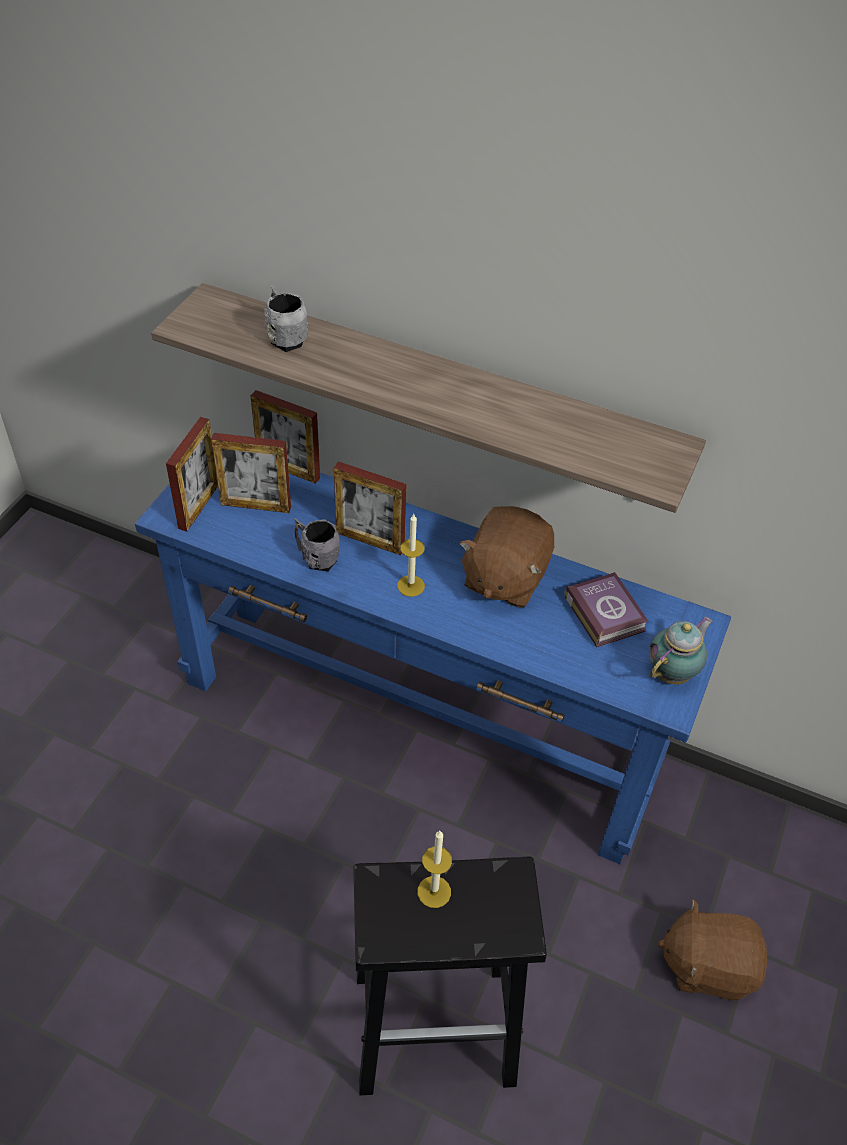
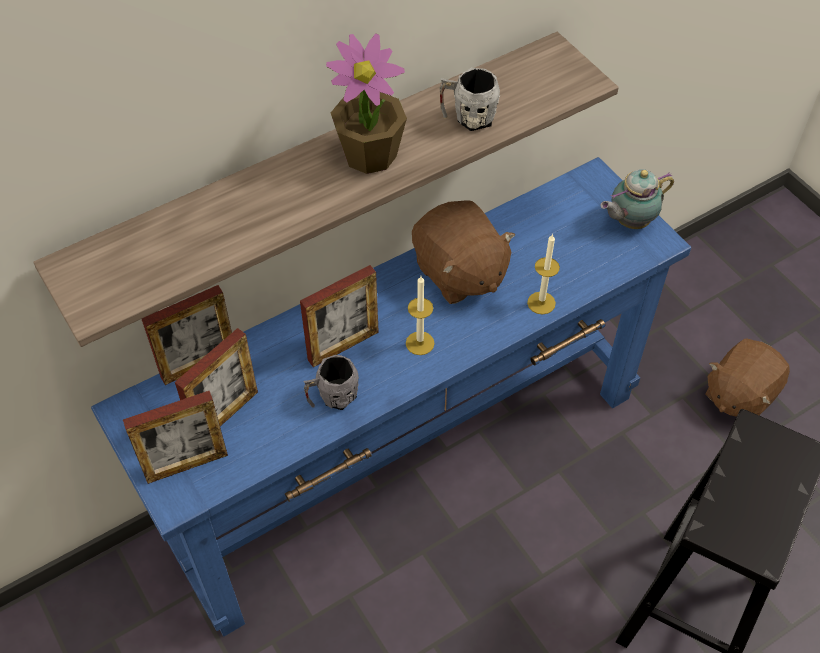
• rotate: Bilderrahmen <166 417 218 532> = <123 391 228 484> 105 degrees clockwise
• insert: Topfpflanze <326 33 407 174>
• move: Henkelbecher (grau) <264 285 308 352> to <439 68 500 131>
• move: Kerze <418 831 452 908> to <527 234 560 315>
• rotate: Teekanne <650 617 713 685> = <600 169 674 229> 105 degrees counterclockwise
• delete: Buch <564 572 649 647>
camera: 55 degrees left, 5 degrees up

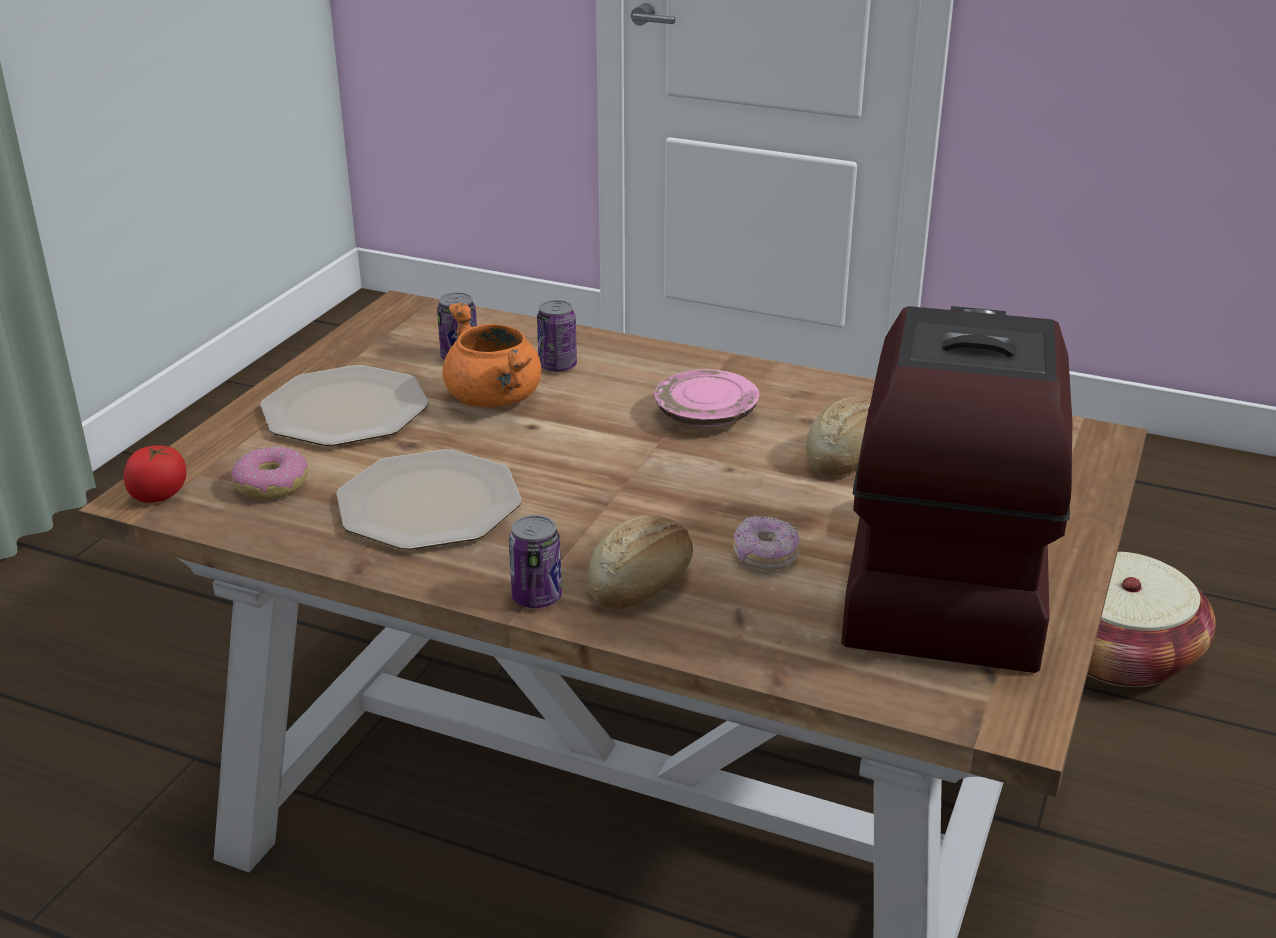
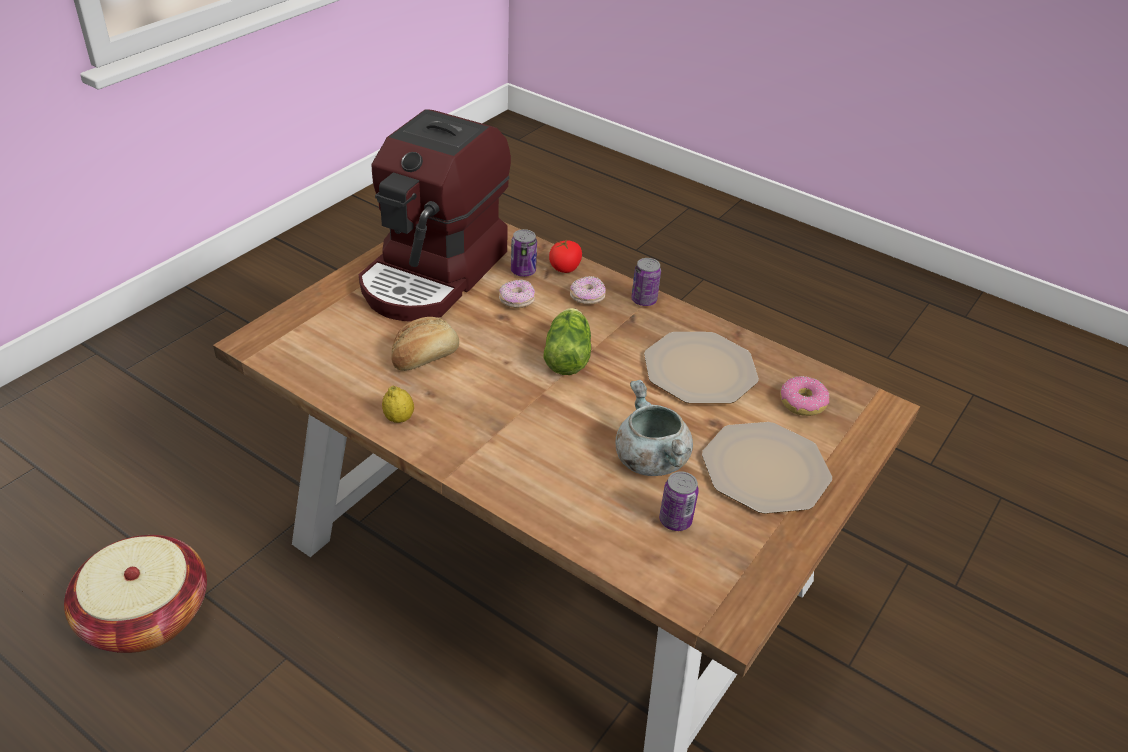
• insert: Zitrone <382 386 414 423>
• move: Dose <537 300 577 372> to <511 229 537 277>
• insert: Salatkopf <544 308 591 375>
• move: Tomate <124 445 186 503> to <549 240 582 273>
• replace: Brot <588 515 693 609> to Donut <570 276 606 305>
• recolor: Kochtopf (orange) <442 303 541 407> to Kochtopf (grau) <616 380 693 476>
• delete: Teller (rosa) <654 369 759 427>
camera: 170 degrees left, 10 degrees up

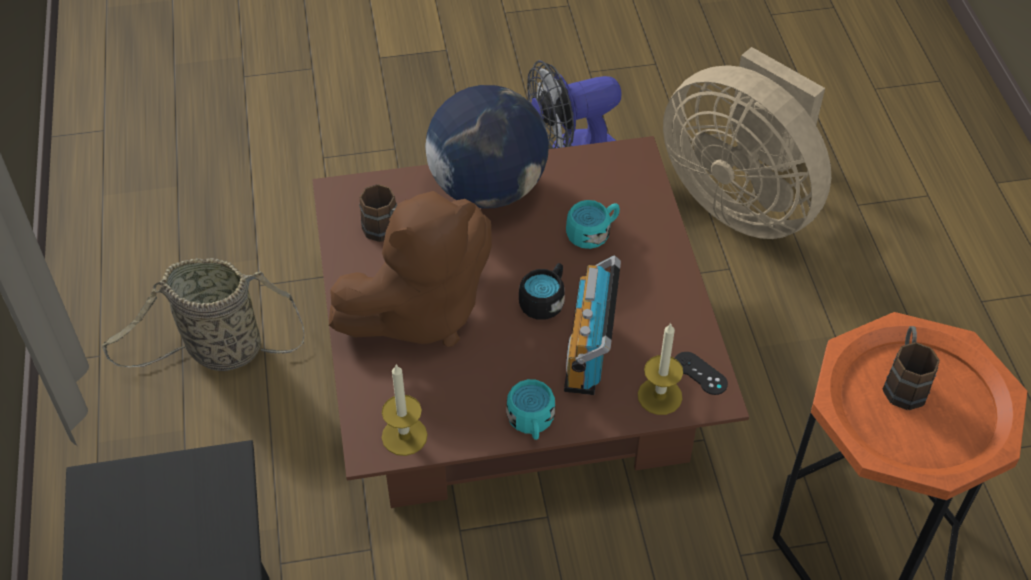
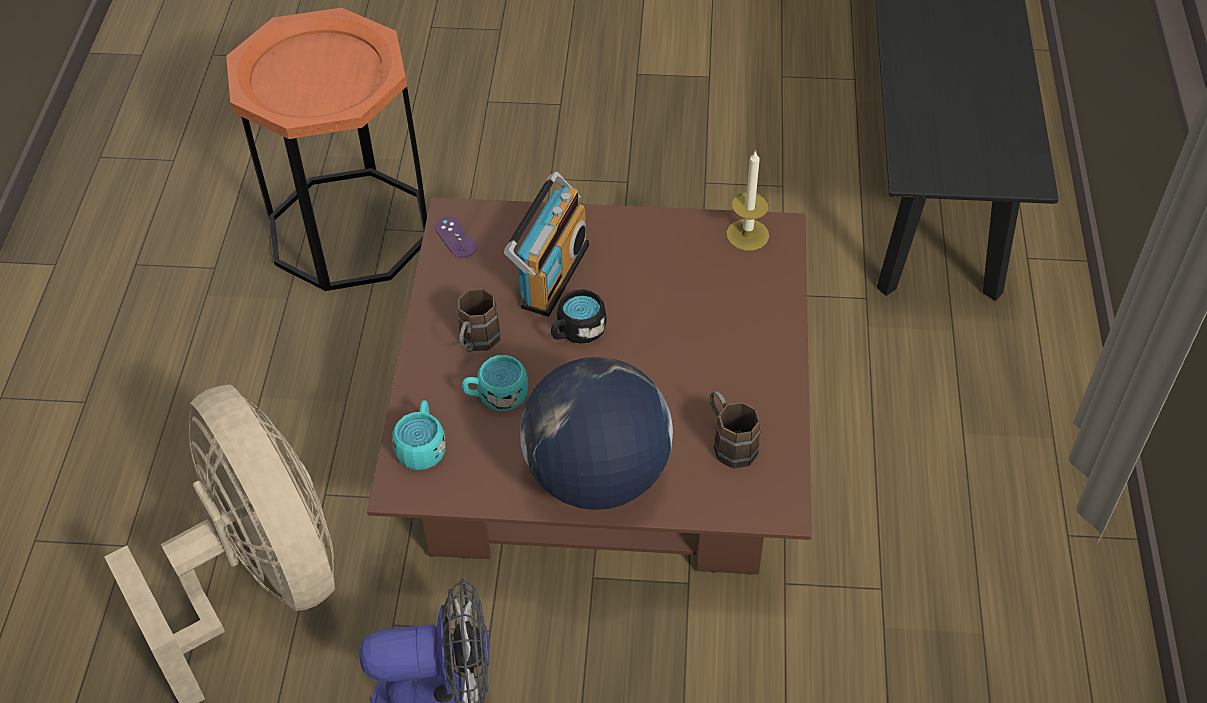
• move: Henkelbecher (türkis) <506 379 555 440> to <393 400 446 470>
• recolor: Gamepad (schwarz) <675 352 728 395> to Gamepad (lila) <435 217 477 258>
• move: Henkelbecher (braun) <883 326 940 410> to <457 288 500 352>
• delete: Korb <102 258 305 371>
• delete: Plüschtier (braun) <329 191 492 347>
• delete: Kerze <638 323 683 415>
camera: 165 degrees left, 0 degrees up

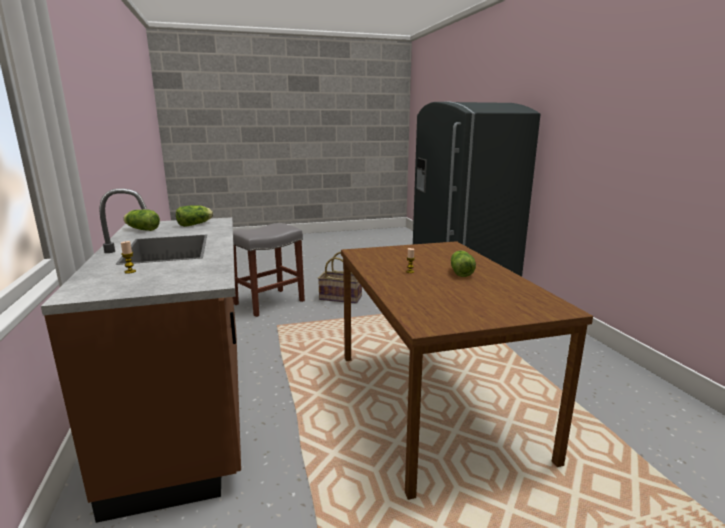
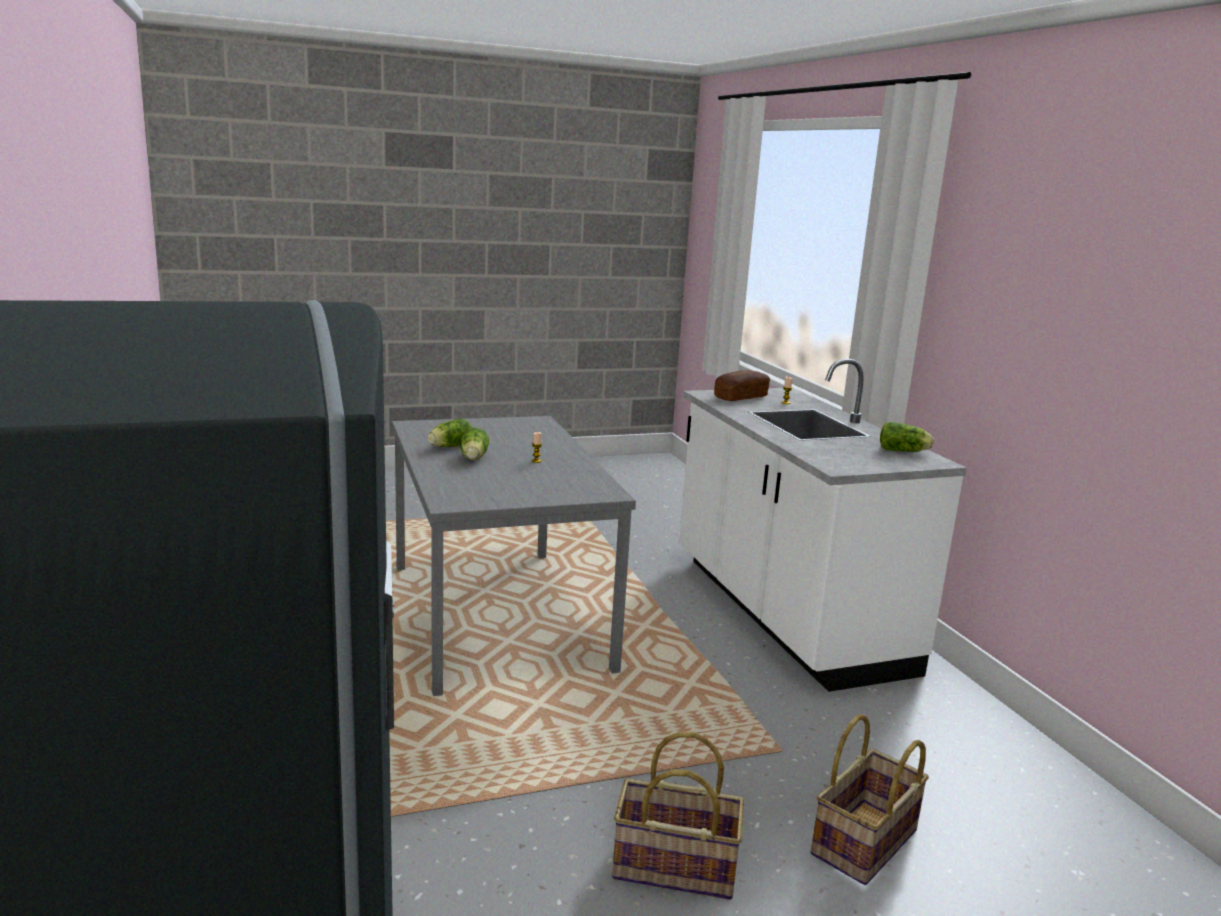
• recolor: Esstisch (braun) <341 241 593 500> to Esstisch (grau) <392 416 636 696>
• move: Salatkopf <176 205 213 227> to <428 419 473 447>
• recolor: Küchenzeile (braun) <41 188 241 523> to Küchenzeile (weiß) <679 359 967 692>
• insert: Brot <714 371 770 401>
• replace: Hocker (grau) <233 223 305 317> to Korb <811 714 929 885>
camera: 175 degrees right, 0 degrees up

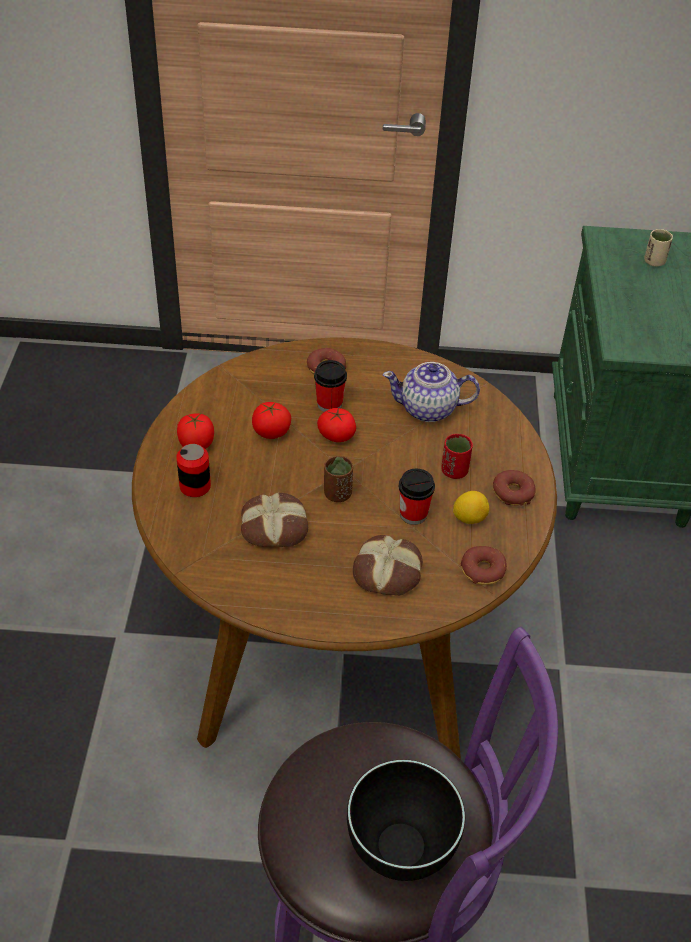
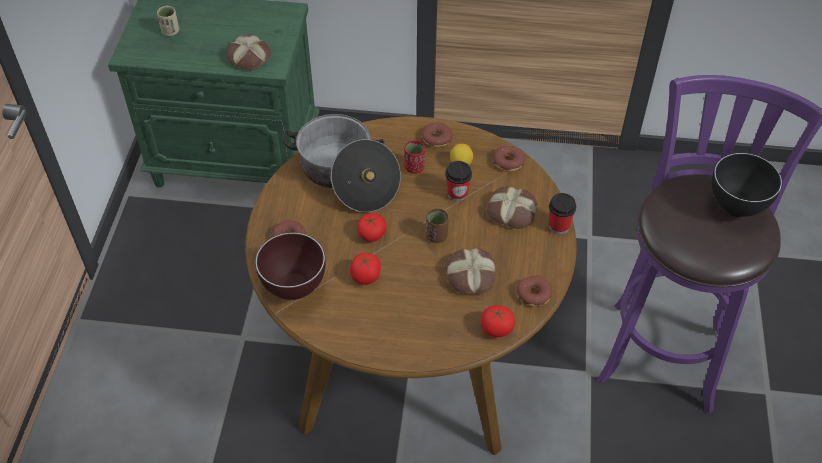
• insert: Brot <226 34 271 70>
• insert: Schüssel (braun) <255 233 326 300>
• replace: Teekanne <383 362 480 422> to Kochtopf <282 114 401 212>
• move: Tomate <177 413 214 449> to <481 305 515 337>
• insert: Donut <517 276 553 307>
• move: Tasse <314 360 347 412> to <549 193 576 234>
• delete: Dose <176 444 211 497>
camera: 85 degrees left, 5 degrees up

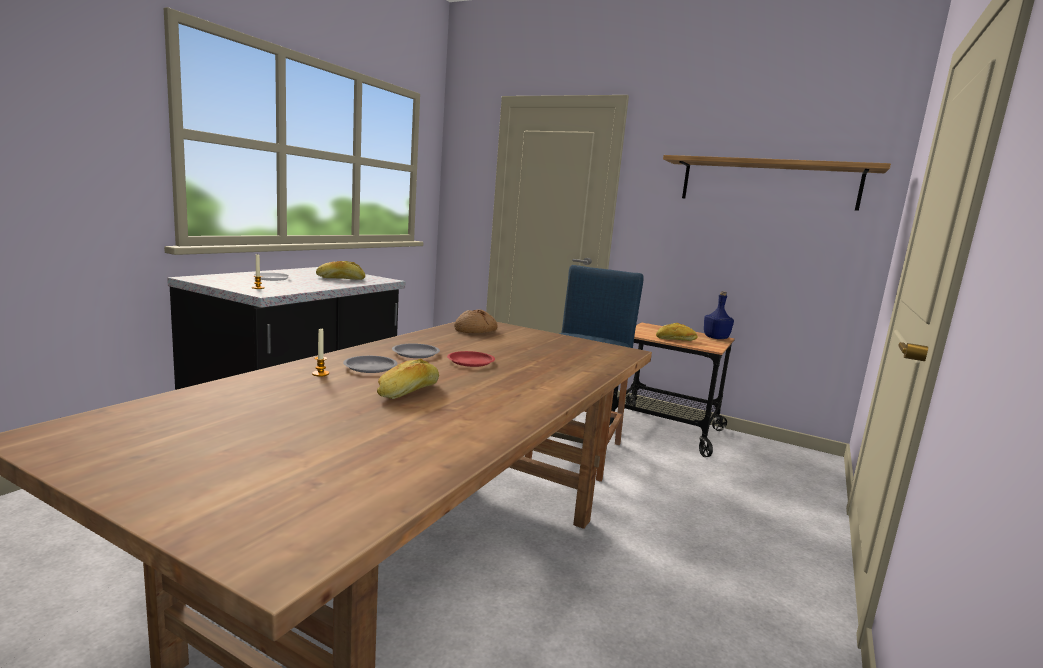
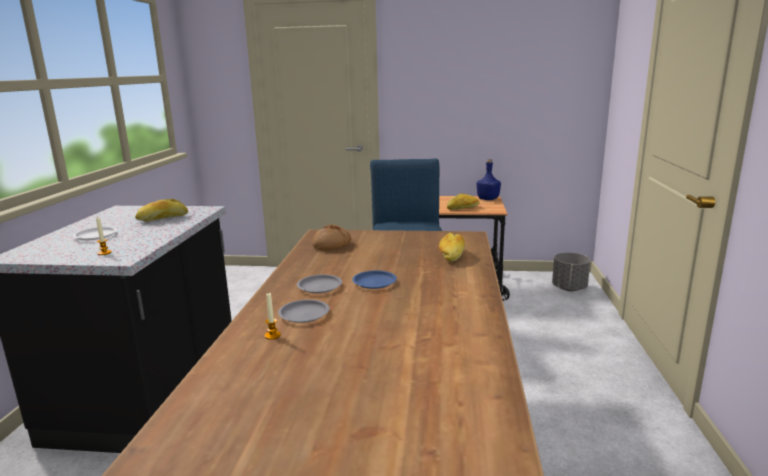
• recolor: Teller (rot) <447 351 495 367> to Teller (blau) <352 270 397 289>
• move: Brot <377 359 439 399> to <439 233 465 262>
• insert: Pflanzkübel (grau) <552 252 590 291>
• delete: Wandregal <663 155 891 211>
camera: 20 degrees left, 5 degrees up

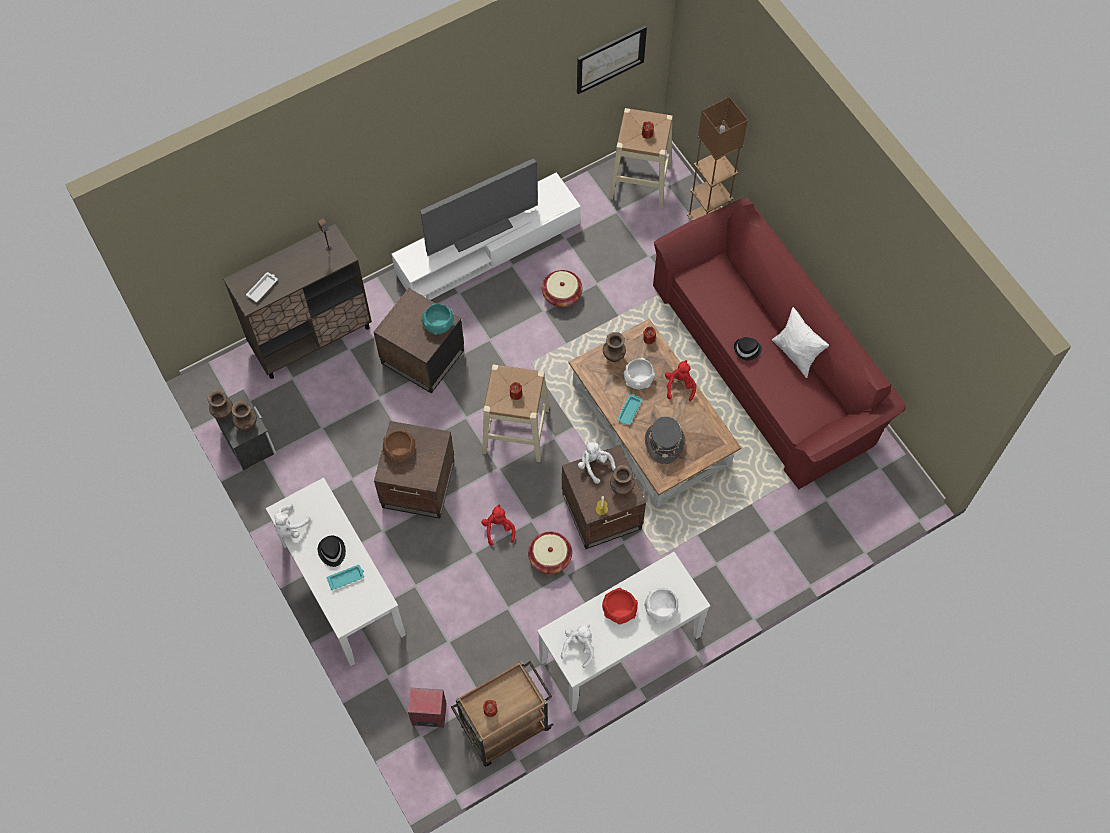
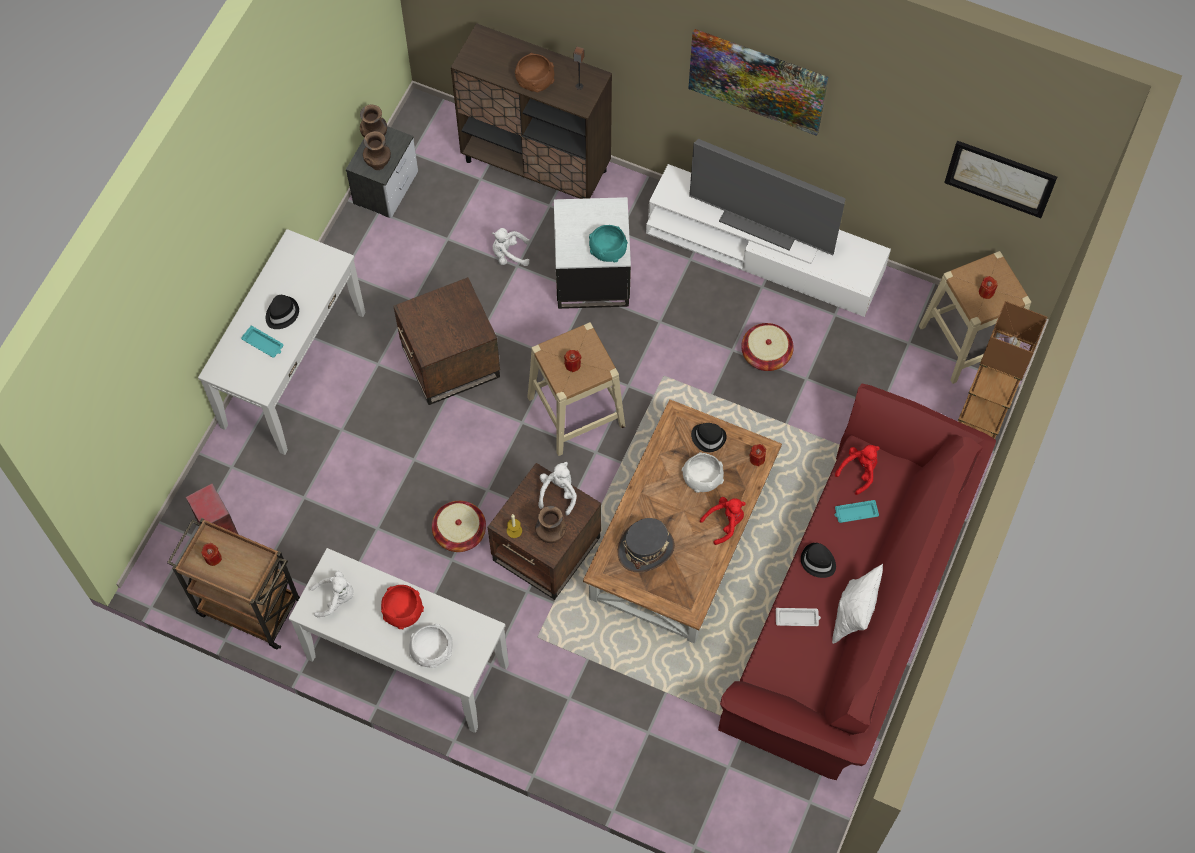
• move: Plüschtier (weiß) <273 504 311 538> to <492 228 530 266>
• move: Schüssel (braun) <382 429 415 462> to <515 53 555 92>
• recolor: Beistelltisch (braun) <374 288 464 393> to Beistelltisch (weiß) <554 197 631 309>
• insert: Bild <688 29 828 136>
• replace: Vase (braun) <603 332 626 362> to Hut (schwarz) <691 423 727 452>
• move: Tablett (weiß) <246 272 278 302> to <776 608 821 626>
• move: Tablett (türkis) <617 394 643 425> to <834 500 879 523>
• move: Plüschtier (rot) <481 504 516 546> to <835 445 880 495>
camera: 55 degrees right, 0 degrees up

